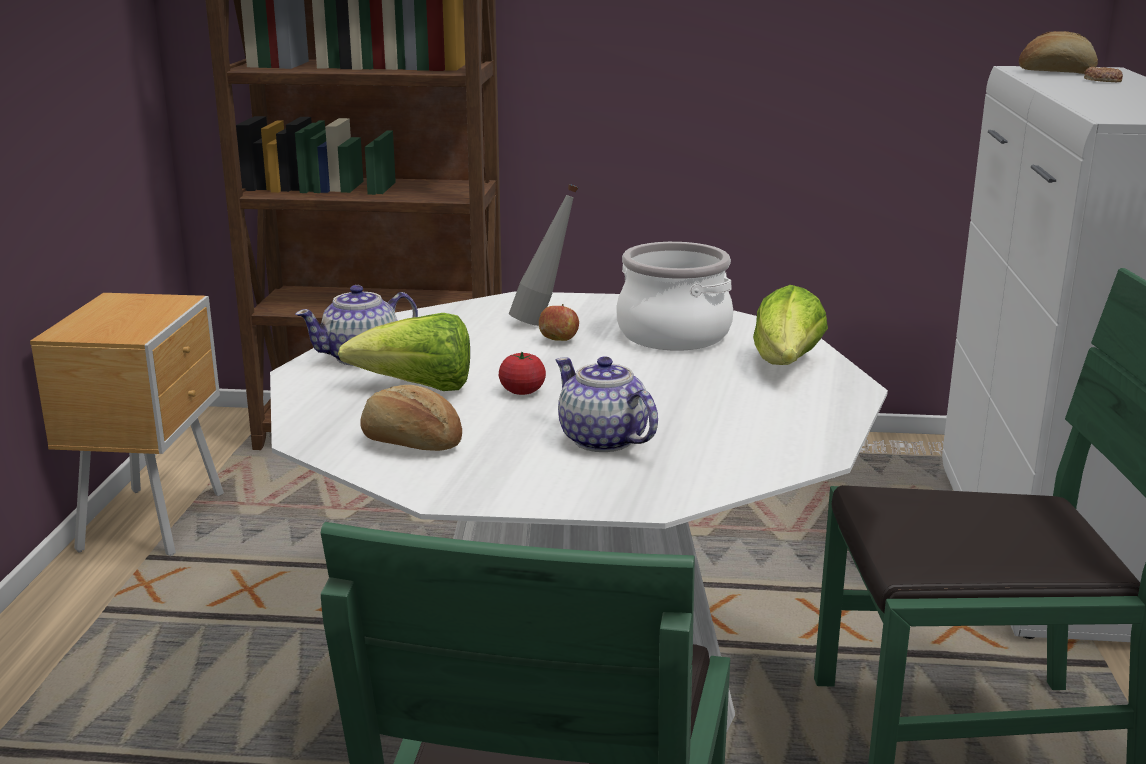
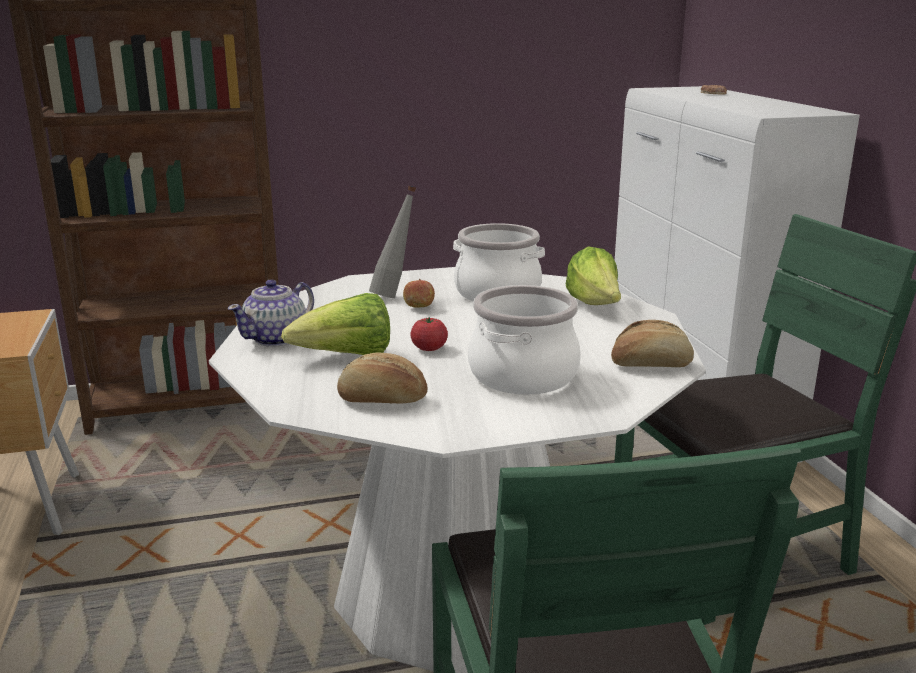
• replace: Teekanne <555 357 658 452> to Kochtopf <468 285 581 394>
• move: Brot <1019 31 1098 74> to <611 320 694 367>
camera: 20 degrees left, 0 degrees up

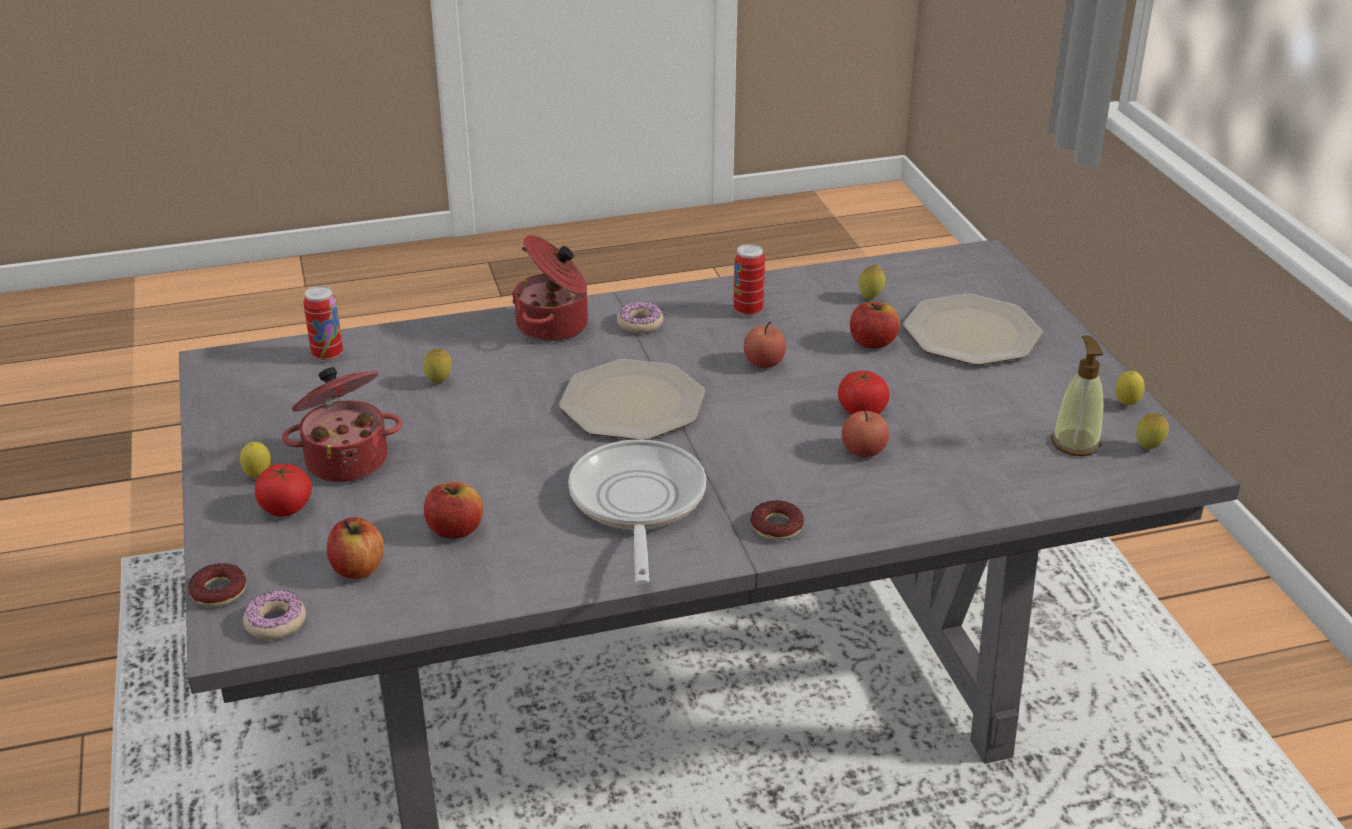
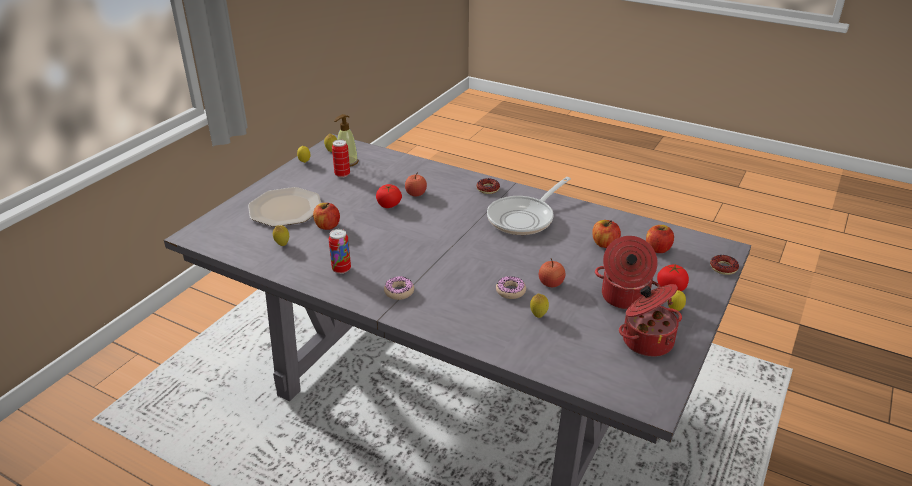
• move: Dose <303 286 343 361> to <332 139 350 178>
• move: Donut <243 590 306 640> to <496 276 526 299>
• move: Apfel <744 321 786 368> to <539 258 565 287>
• move: Kochtopf <512 235 588 342> to <619 284 682 357>
• delete: Teller <559 359 705 440>
camera: 135 degrees left, 0 degrees up

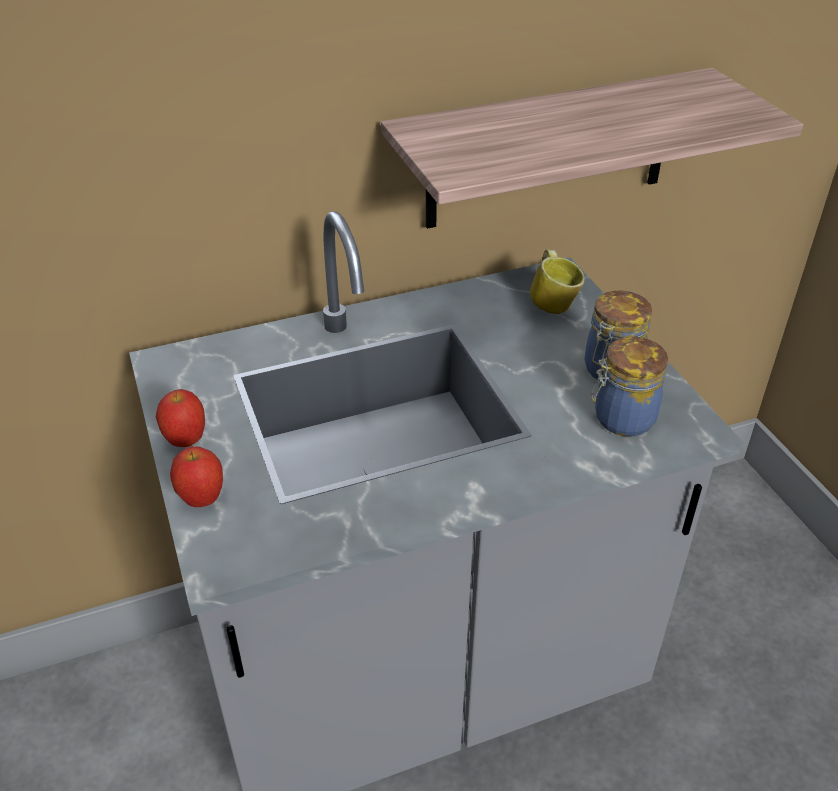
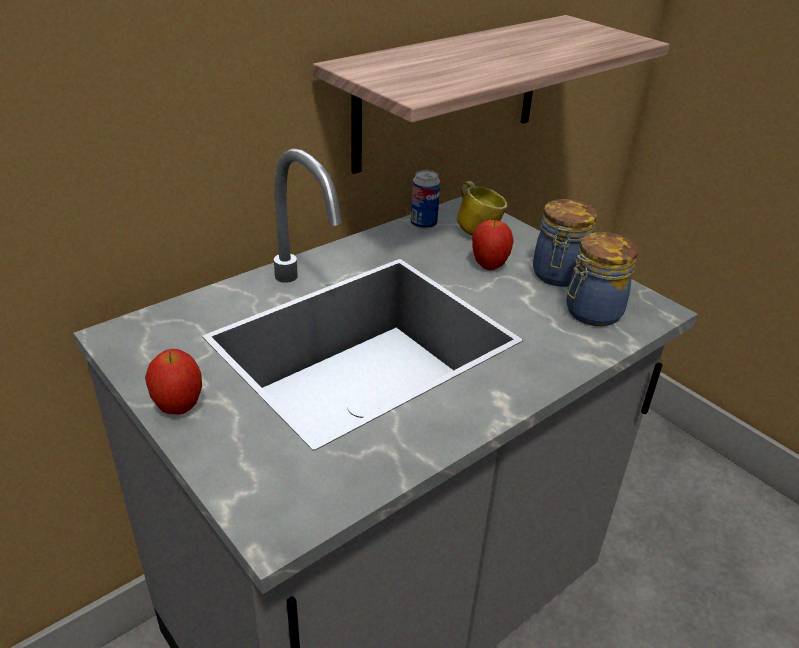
• insert: Dose <411 170 440 229>
• move: Apfel <170 446 223 507> to <472 218 513 270>
camera: 20 degrees left, 5 degrees down

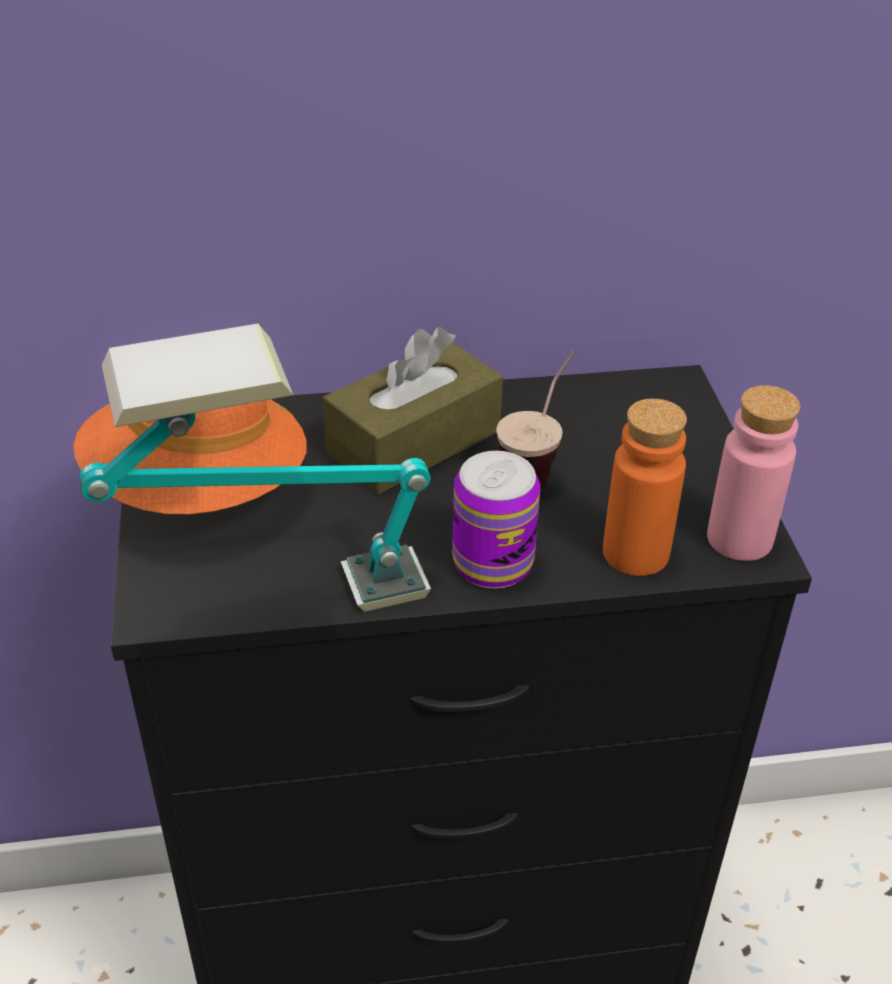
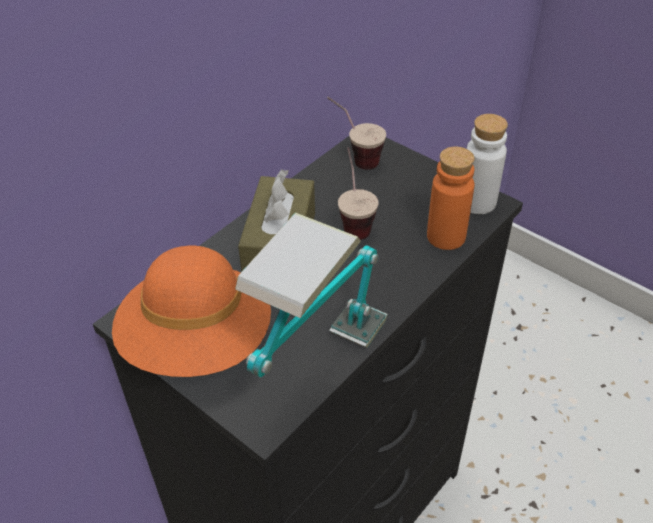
• insert: Tasse <327 97 386 170>
• recolor: Flasche (rosa) <707 385 800 561> to Flasche (weiß) <467 114 508 214>
• delete: Dose <452 451 540 589>
camera: 40 degrees left, 5 degrees up

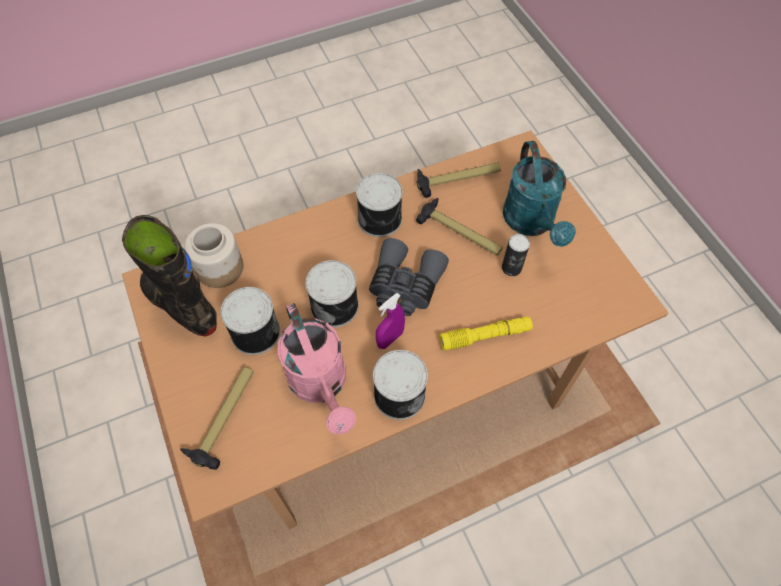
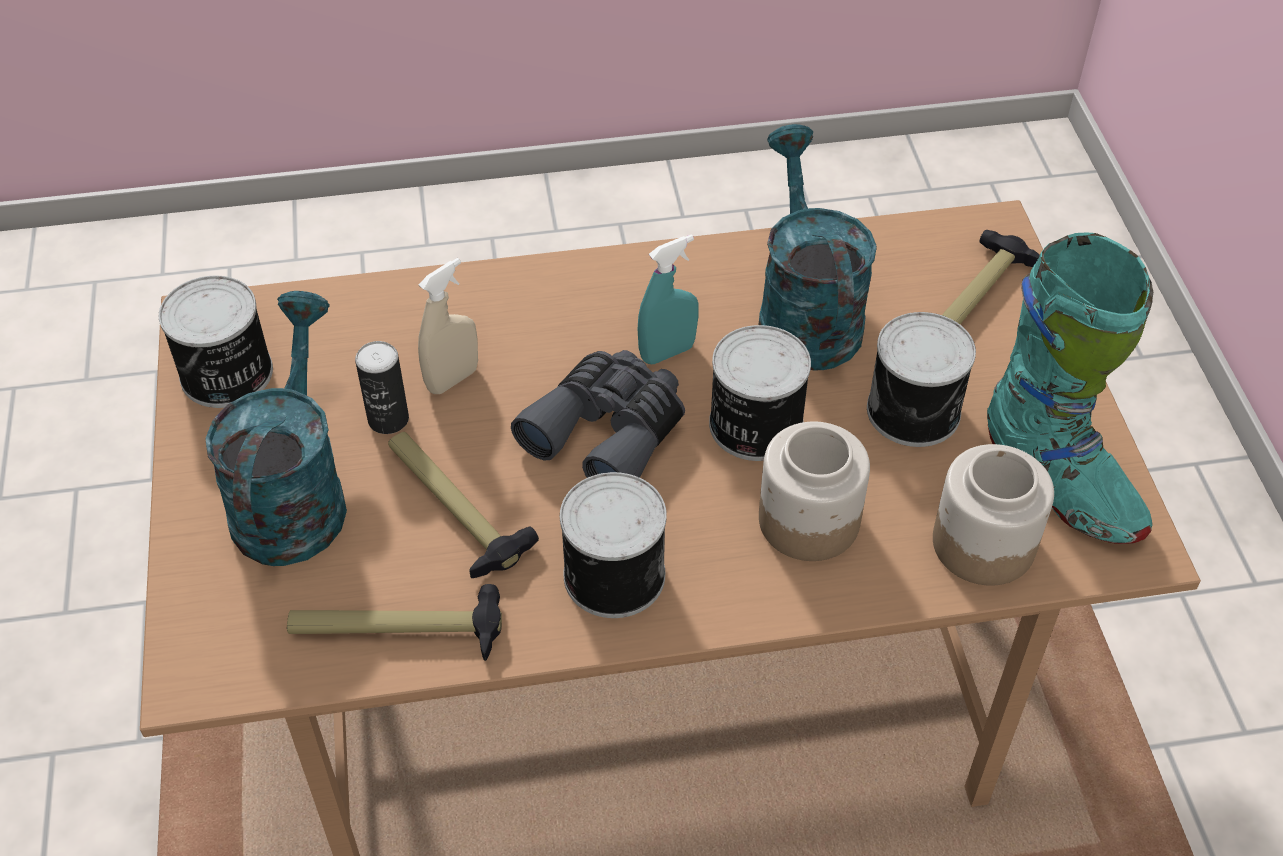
• move: Dose <373 350 428 420> to <159 276 273 408>
• insert: Sprühflasche (beige) <418 258 478 394>
• recolor: Sprühflasche (lila) <376 293 405 349> to Sprühflasche (türkis) <637 234 698 364>
• recolor: Gießkanne (rosa) <277 303 356 434> to Gießkanne (türkis) <759 124 877 371>
• insert: Vorratsglas <759 422 870 561>
• recolor: Stiefel (schwarz) <122 215 217 336> to Stiefel (türkis) <987 233 1153 544>
• delete: Taschenlampe (gelb) <440 316 533 351>
camera: 165 degrees left, 10 degrees down

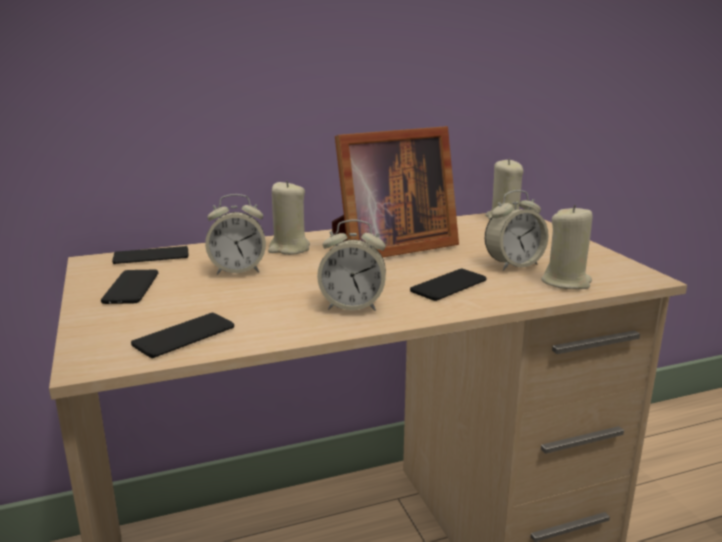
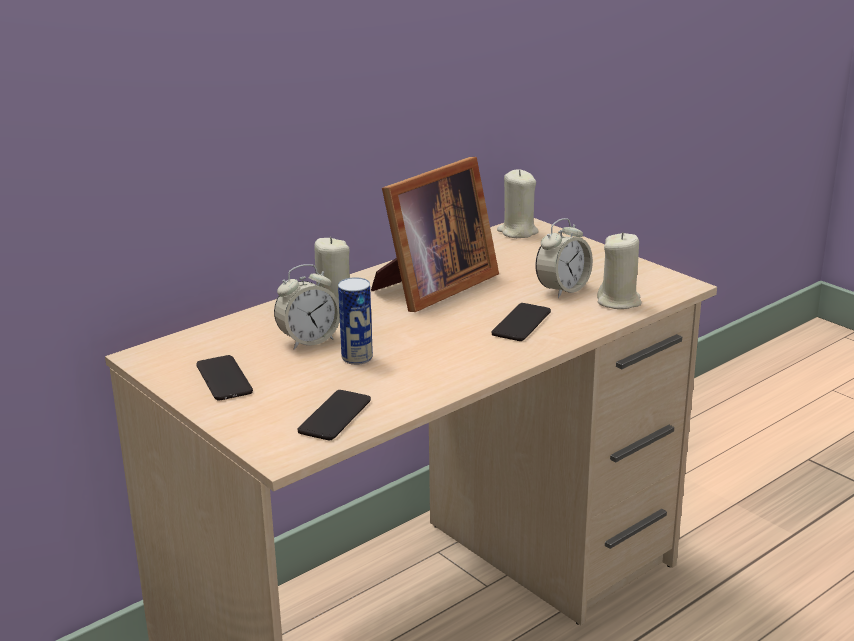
• insert: Dose <338 277 373 365>
• delete: Handy <112 246 188 264>
• delete: Wecker <317 220 386 311>
camera: 20 degrees left, 5 degrees up

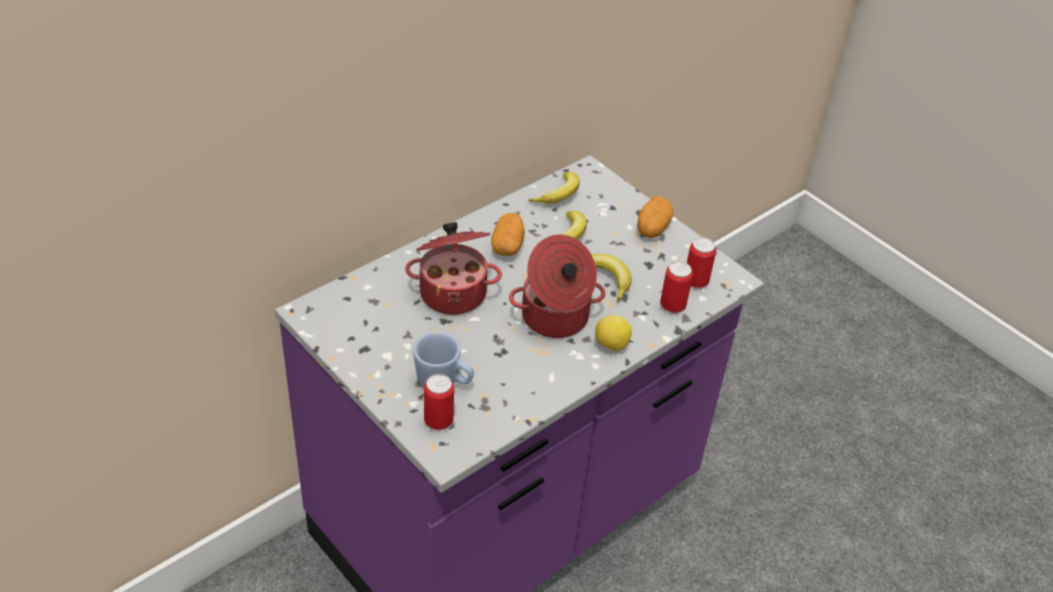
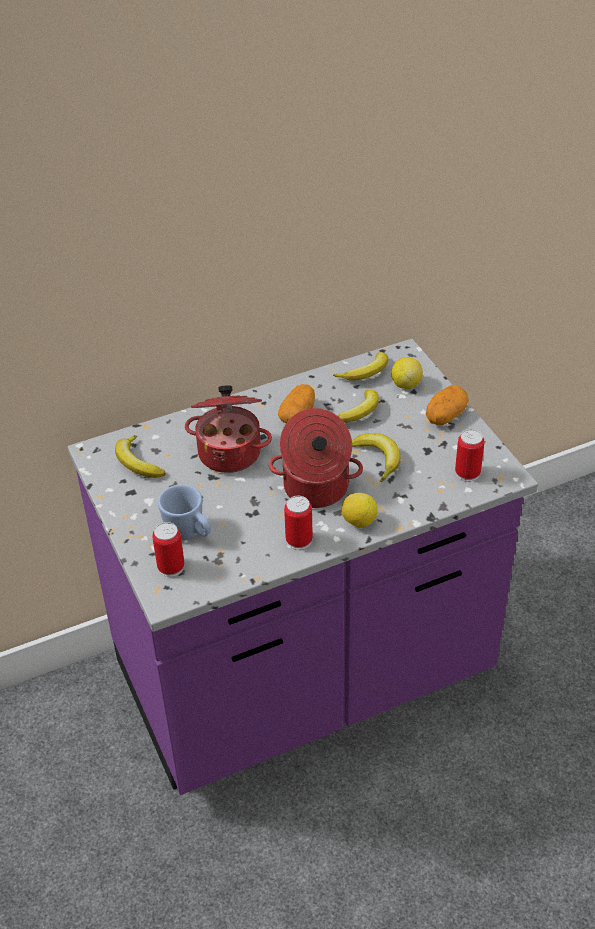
• insert: Banane <115 435 166 478>
• move: Dose <660 261 693 315> to <284 496 313 550>
• insert: Zitrone <391 357 423 389>
camera: 20 degrees right, 0 degrees up

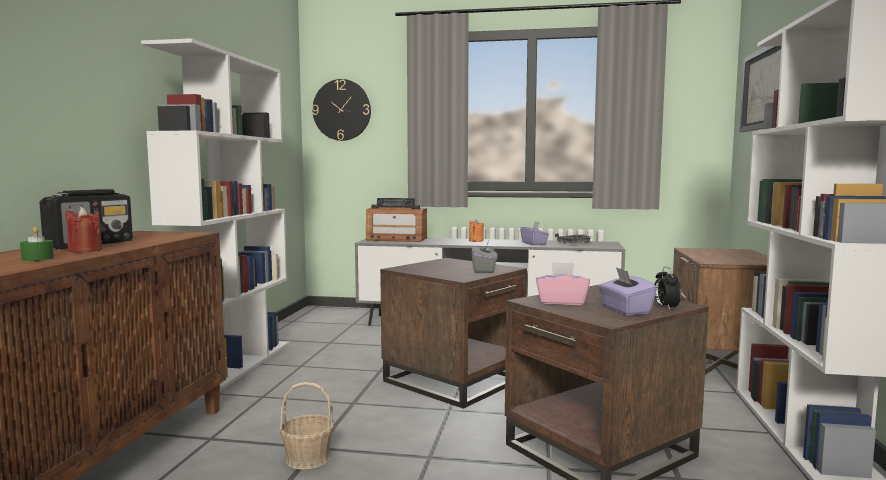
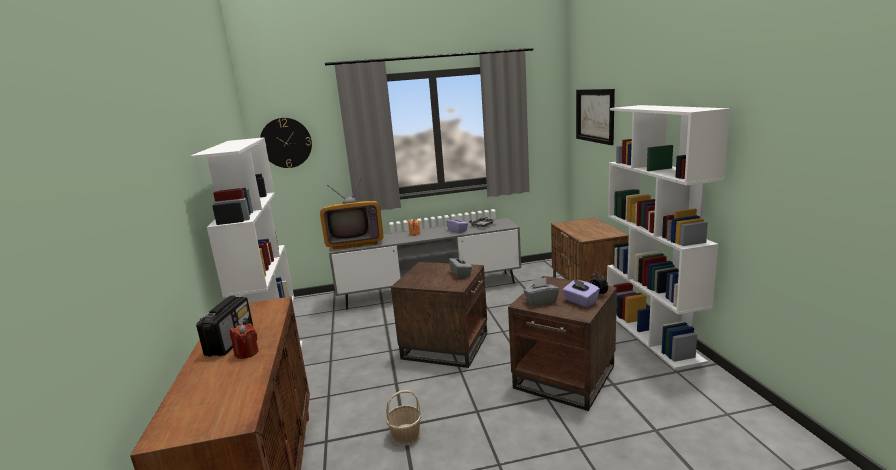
• replace: Radio <366 198 427 242> to Fernseher <320 177 384 250>
• recolor: Taschentuchbox (rosa) <536 262 590 306> to Taschentuchbox (grau) <523 278 559 306>
• delete: Kerze (grün) <20 227 54 261>
camera: 20 degrees left, 10 degrees up

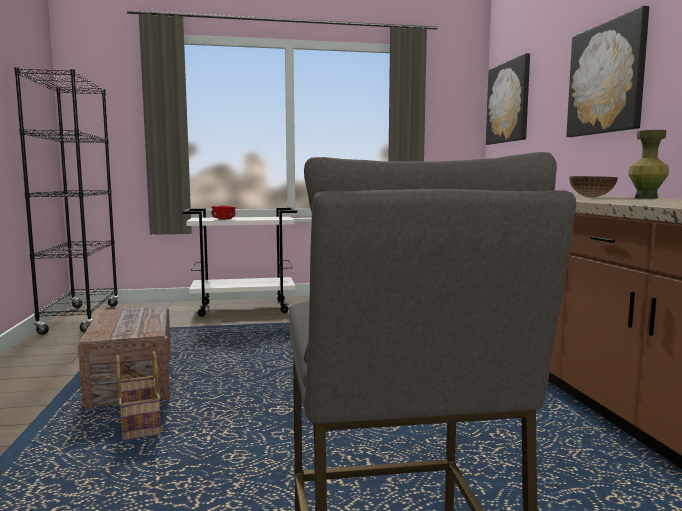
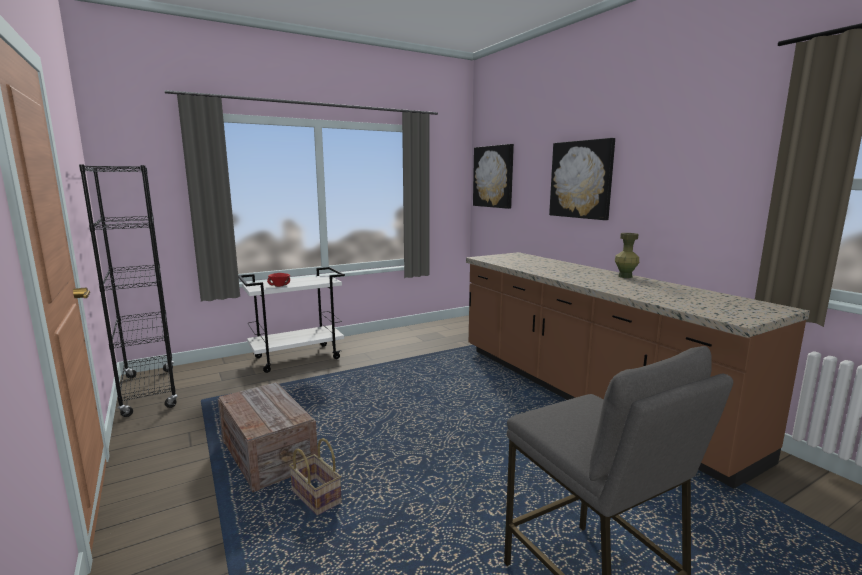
• delete: Schüssel <569 176 618 197>
camera: 20 degrees left, 5 degrees up

